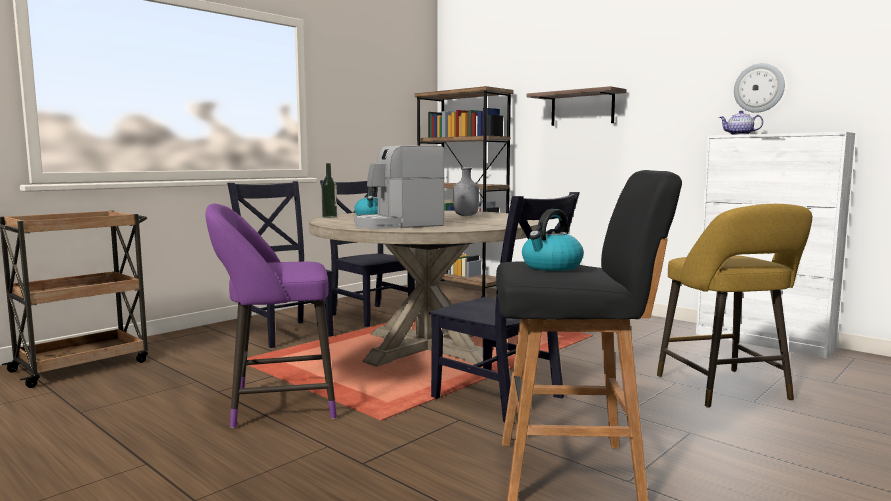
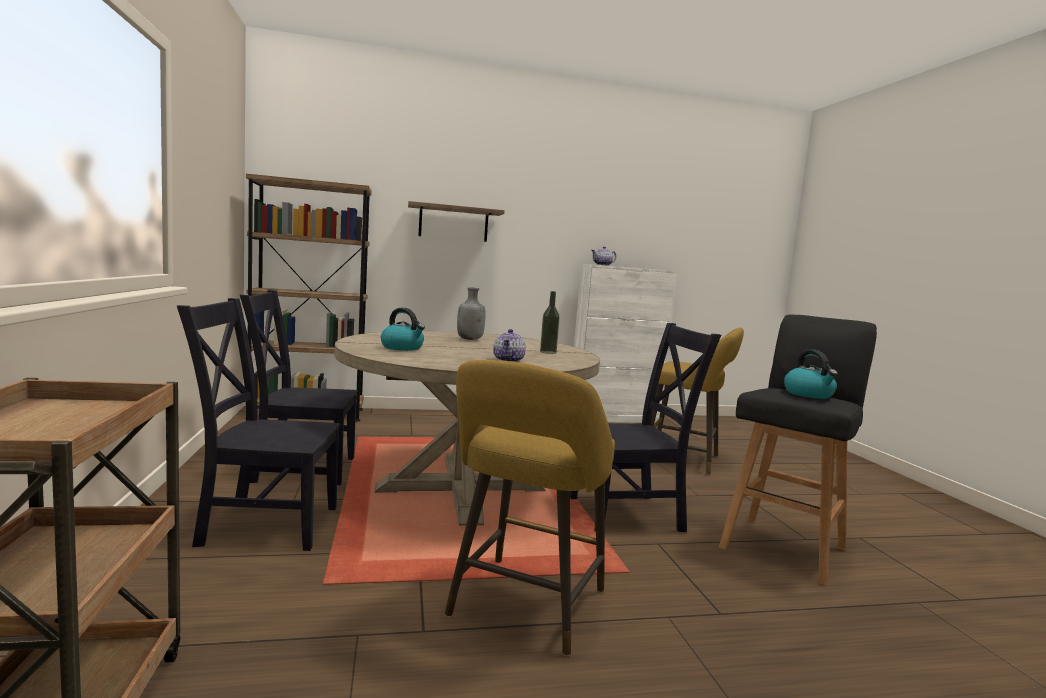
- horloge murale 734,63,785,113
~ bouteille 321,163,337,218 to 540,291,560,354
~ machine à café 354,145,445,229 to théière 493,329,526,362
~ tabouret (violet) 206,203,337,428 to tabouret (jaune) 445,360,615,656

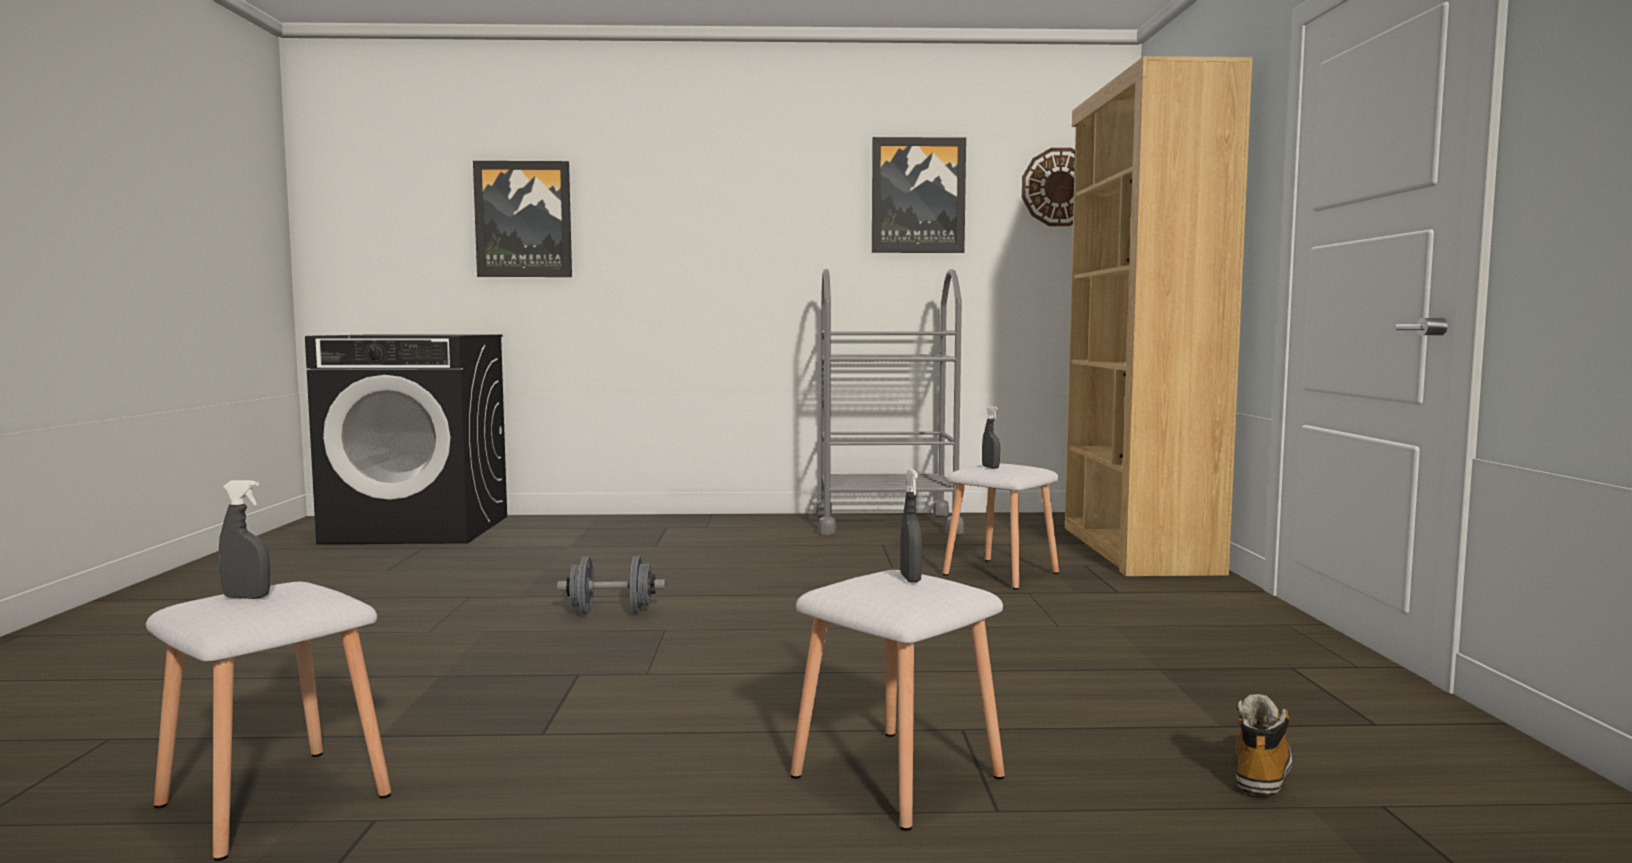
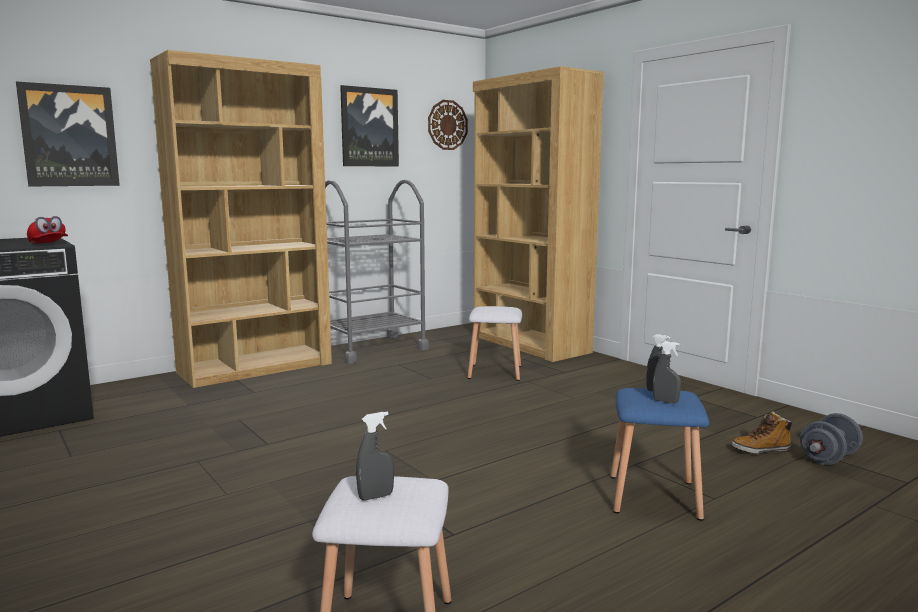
+ casquette (rouge) 27,216,68,243
+ bibliothèque (marron) 150,50,332,388
~ haltère (gris) 557,556,665,615 to 800,413,863,465
~ vaporisateur (gris) 982,406,1000,469 to 653,341,681,404
~ tabouret (blanc) 790,570,1005,831 to tabouret (bleu) 610,388,710,521
~ botte 1236,694,1292,796 = 731,411,792,454 90 degrees counterclockwise

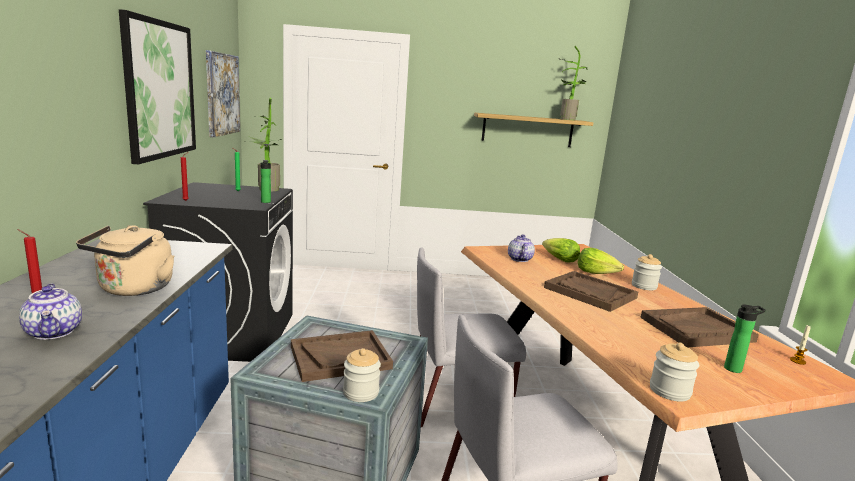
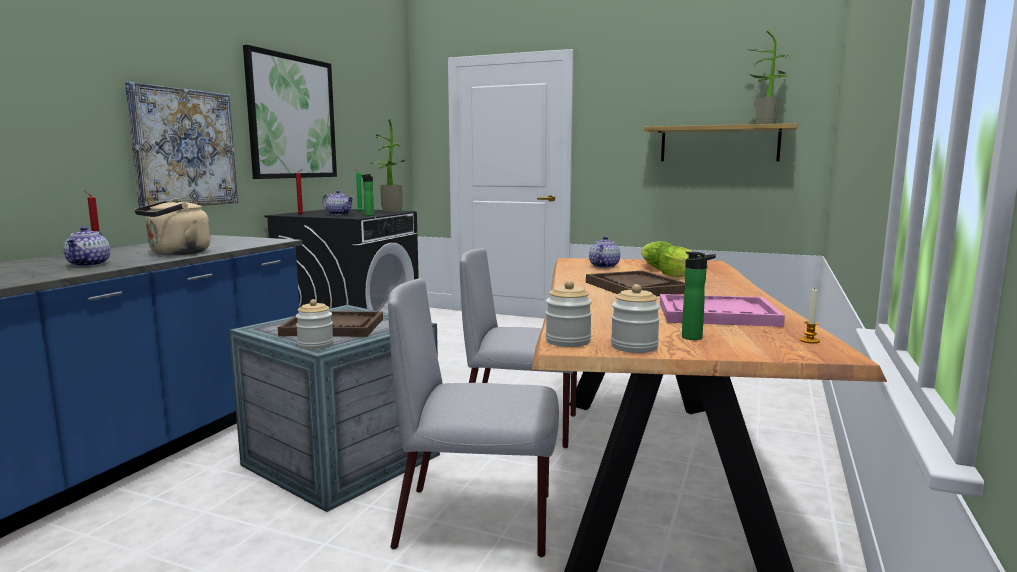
+ théière 322,190,354,215
~ tableau 206,50,240,137 to 125,82,238,208
~ bocal 632,254,662,290 to 611,284,660,353
~ plateau (marron) 640,307,759,347 to plateau (rose) 660,294,785,327

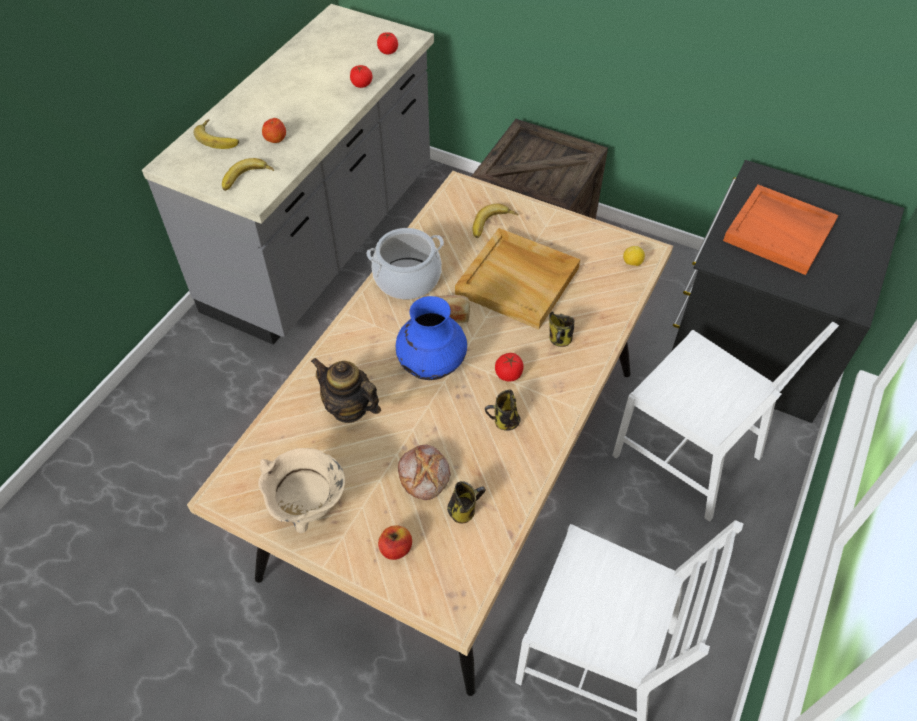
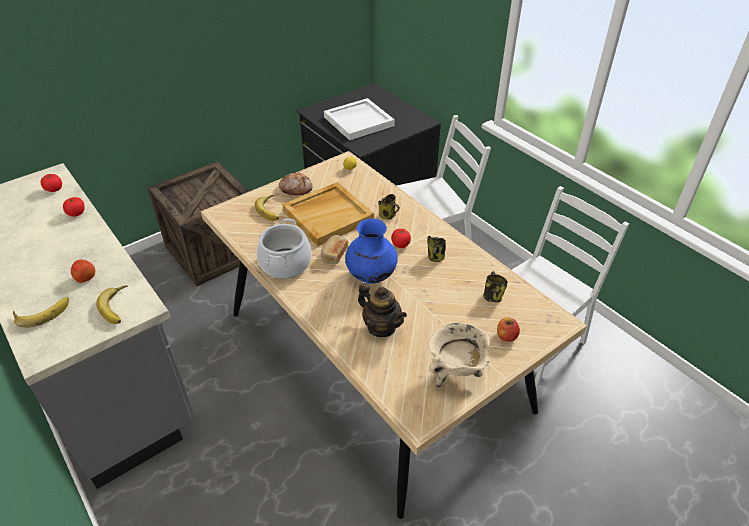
~ pain 398,445,450,500 to 279,172,312,196
~ plateau (orange) 723,185,838,275 to plateau (blanc) 324,98,395,140
~ théière 311,358,381,423 = 358,283,407,337 105 degrees counterclockwise

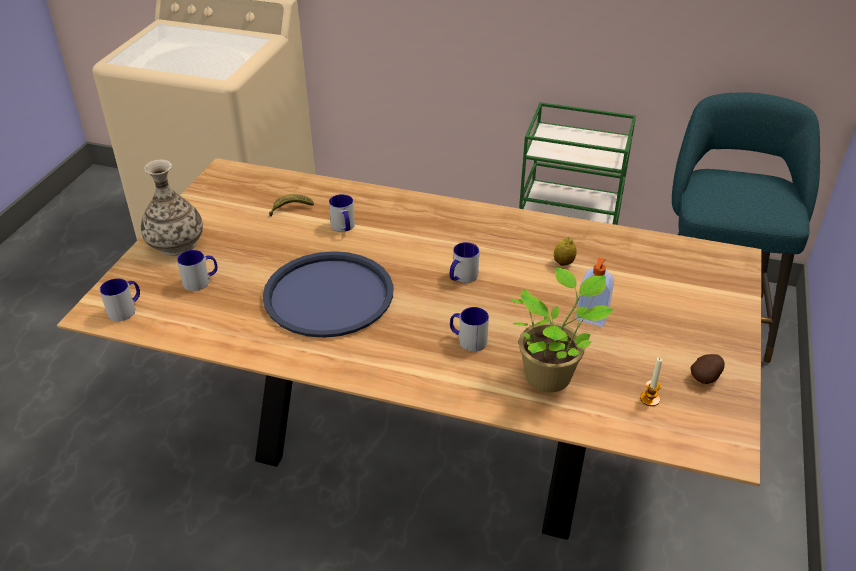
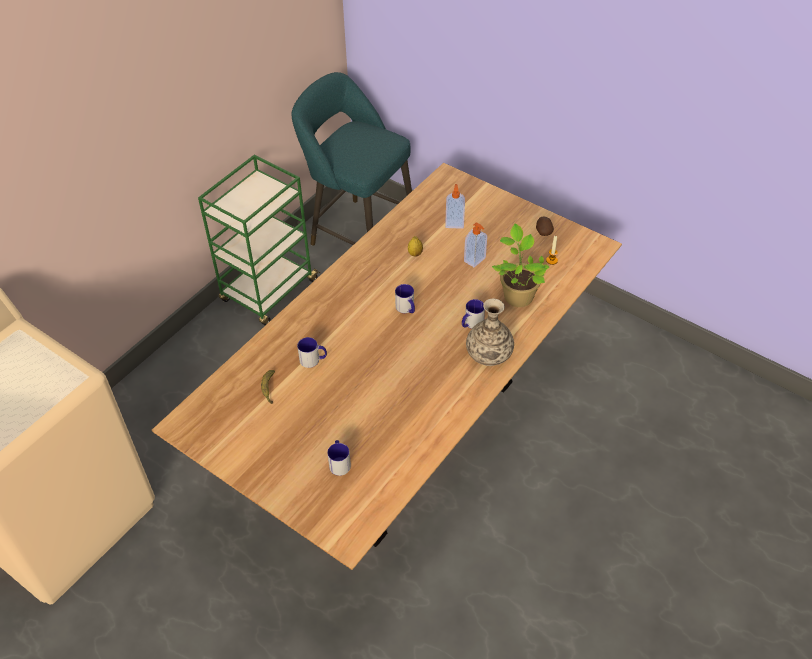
- mug 100,278,140,321
- plateau (bleu) 263,251,393,338
+ distributeur de savon 445,184,465,229
~ vase 141,160,203,256 to 466,299,514,366

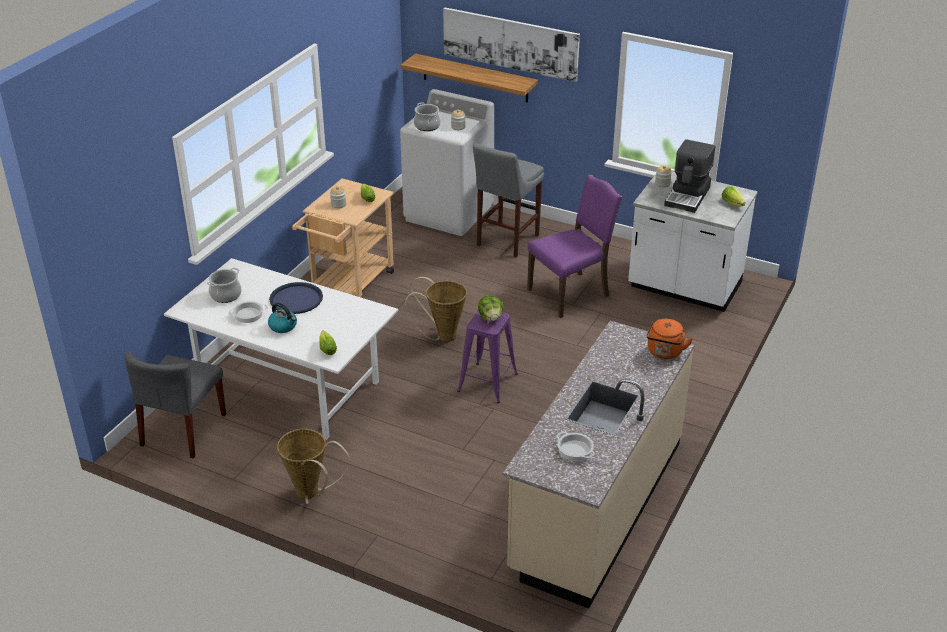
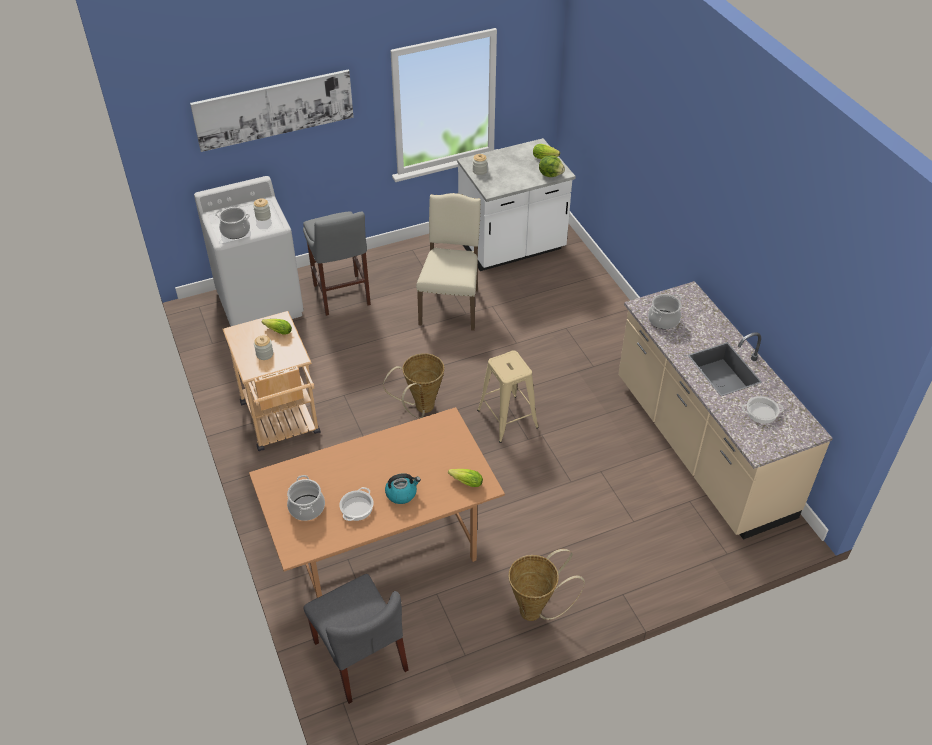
- plateau (bleu) 269,282,323,314
- étagère 401,53,538,103
- bouilloire (orange) 647,319,693,359
- machine à café 664,139,715,213
+ marmite 648,294,682,329
~ laitue 478,295,504,321 to 539,155,565,177
~ table à manger (blanc) 164,258,398,440 to table à manger (marron) 249,407,505,598
~ tabouret (violet) 457,311,518,403 to tabouret (beige) 477,350,539,443
~ chaise (violet) 527,175,623,318 to chaise (beige) 416,193,481,331

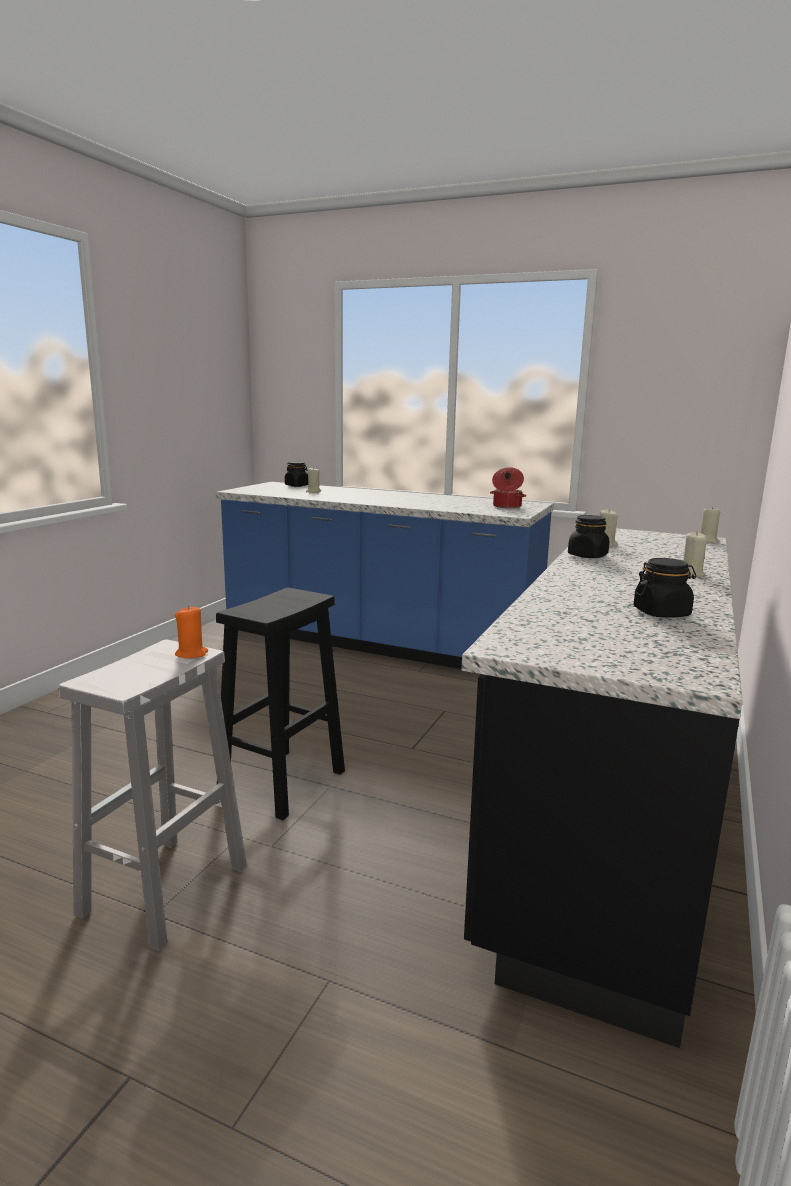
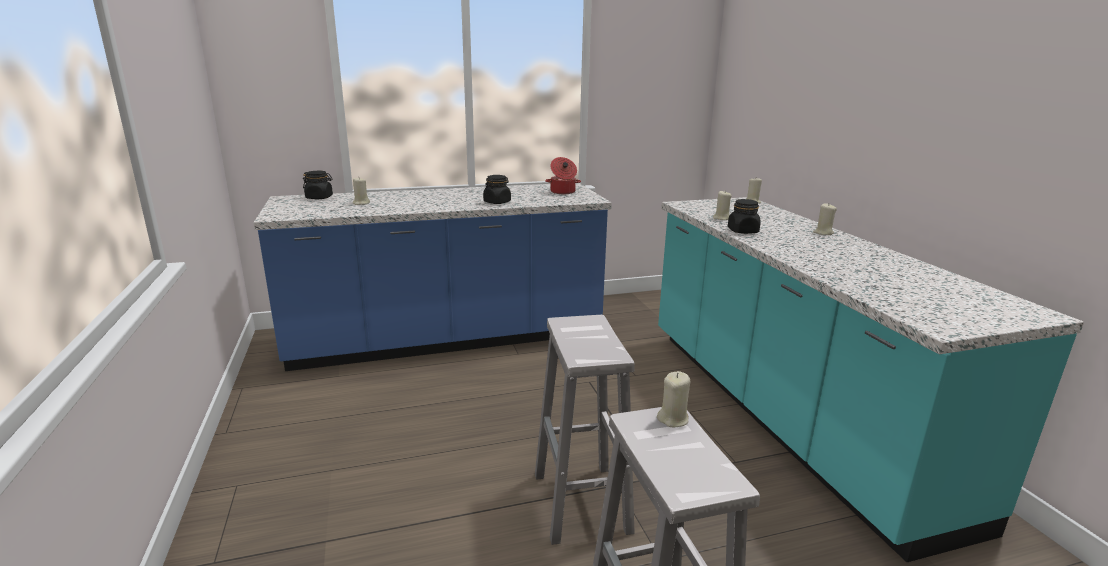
~ bocal (noir) 633,558,696,618 to 483,175,511,204
~ bougie (orange) 175,605,208,658 to bougie (beige) 657,371,690,427
~ tabouret (noir) 216,588,345,820 to tabouret (blanc) 535,315,635,545
~ comptoir de cuisine (noir) 461,528,743,1048 to comptoir de cuisine (turquoise) 658,197,1084,562

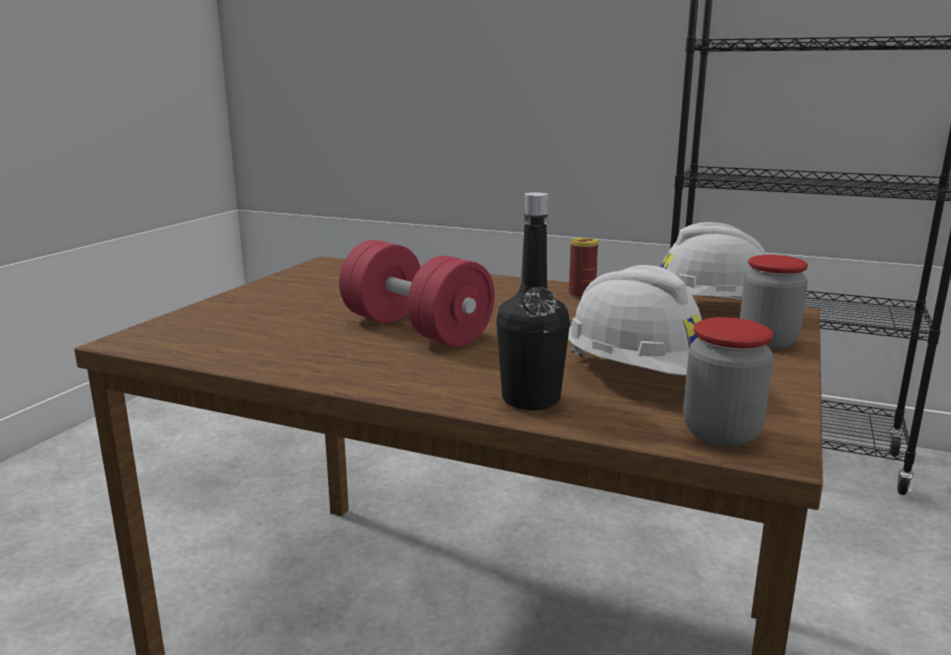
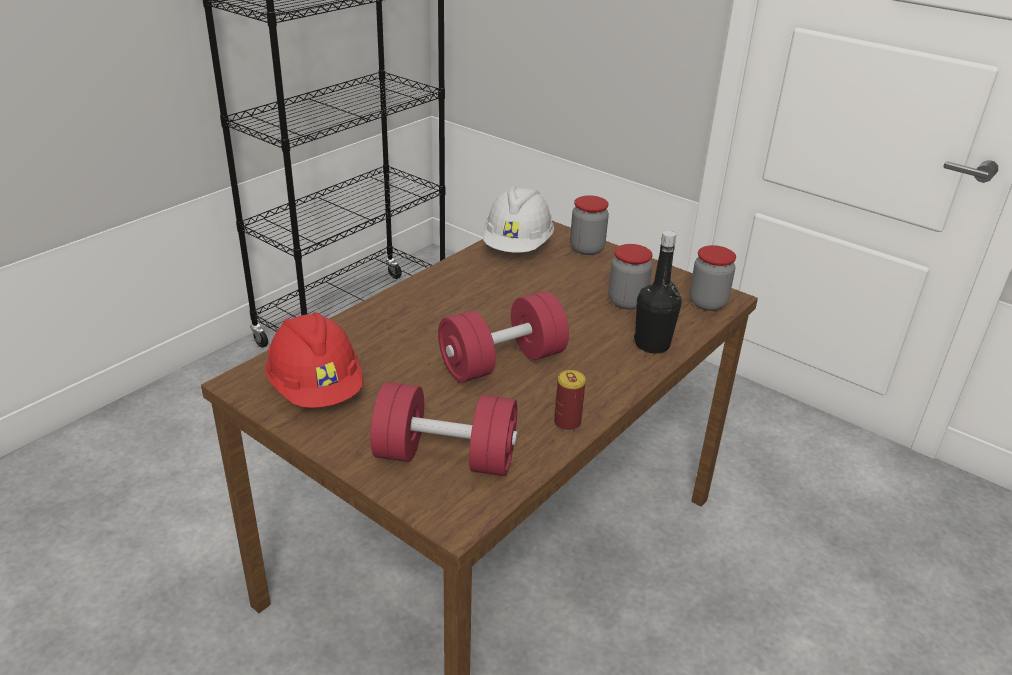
+ casque de chantier (rouge) 265,312,363,408
+ haltère (rouge) 370,382,518,476
~ boîte métallique 569,238,598,299 to 554,370,586,431
~ casque de chantier (blanc) 568,265,702,376 to bocal 609,244,653,310

